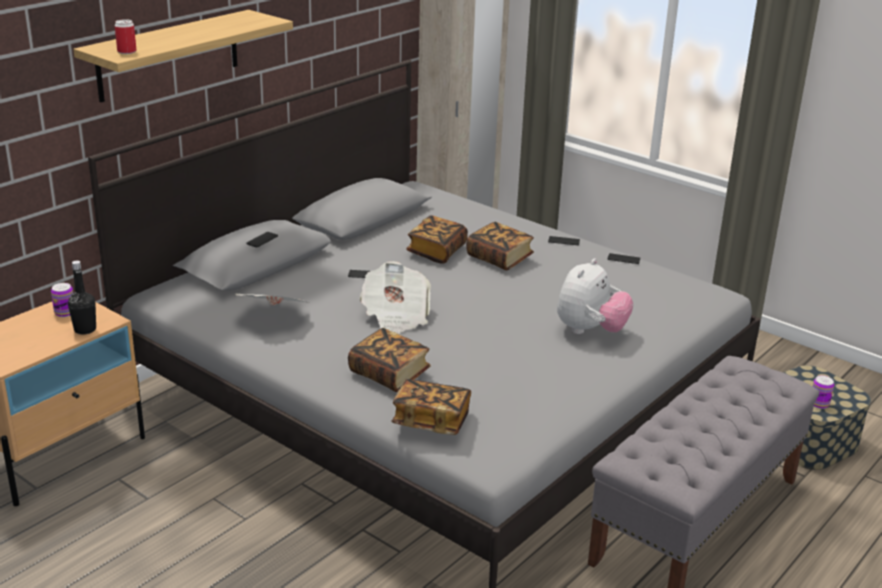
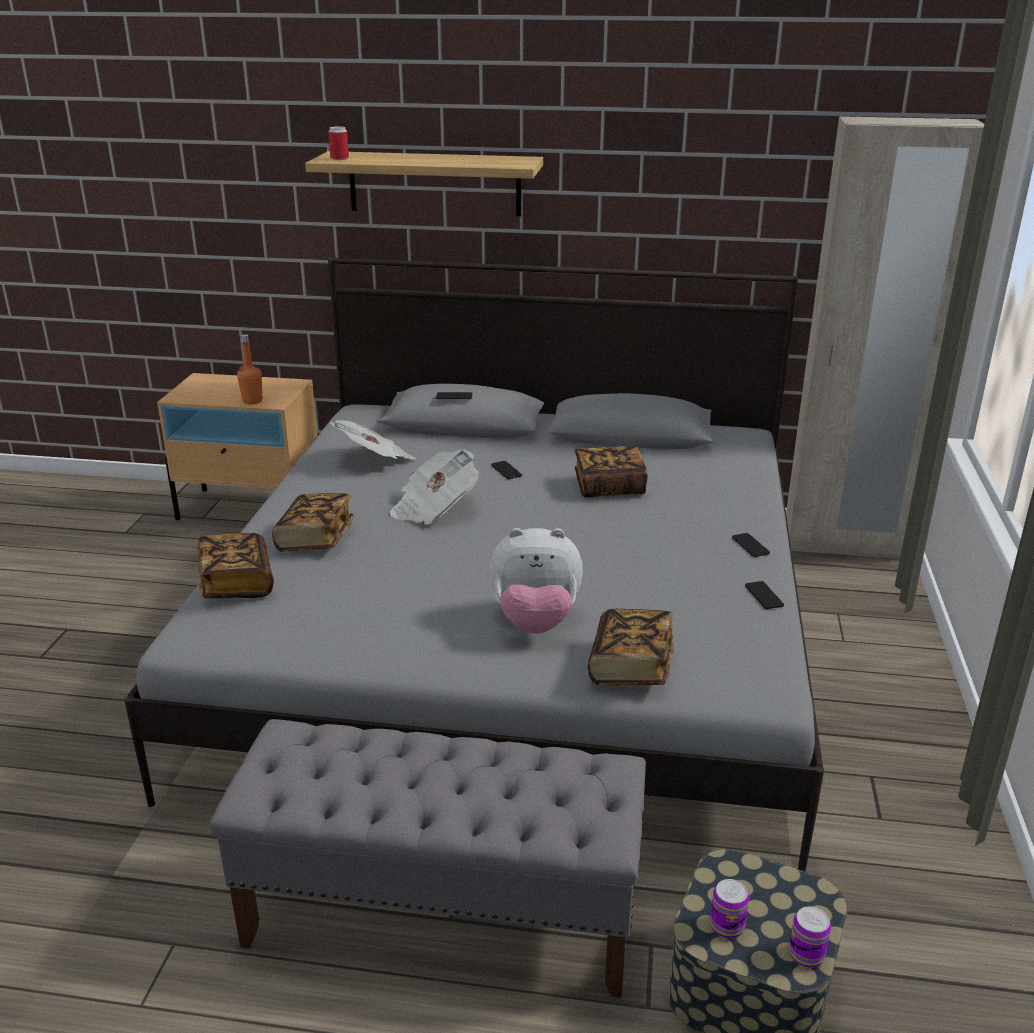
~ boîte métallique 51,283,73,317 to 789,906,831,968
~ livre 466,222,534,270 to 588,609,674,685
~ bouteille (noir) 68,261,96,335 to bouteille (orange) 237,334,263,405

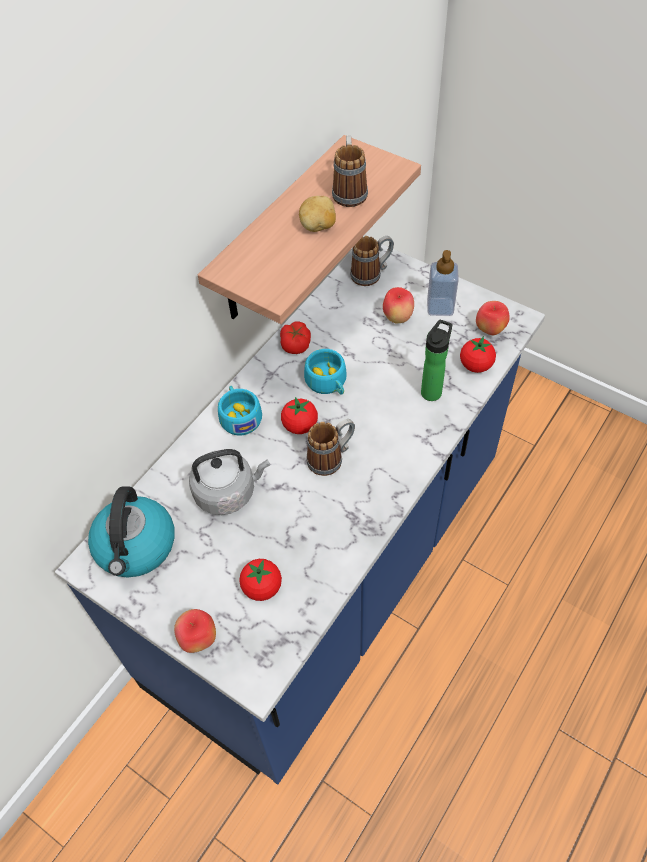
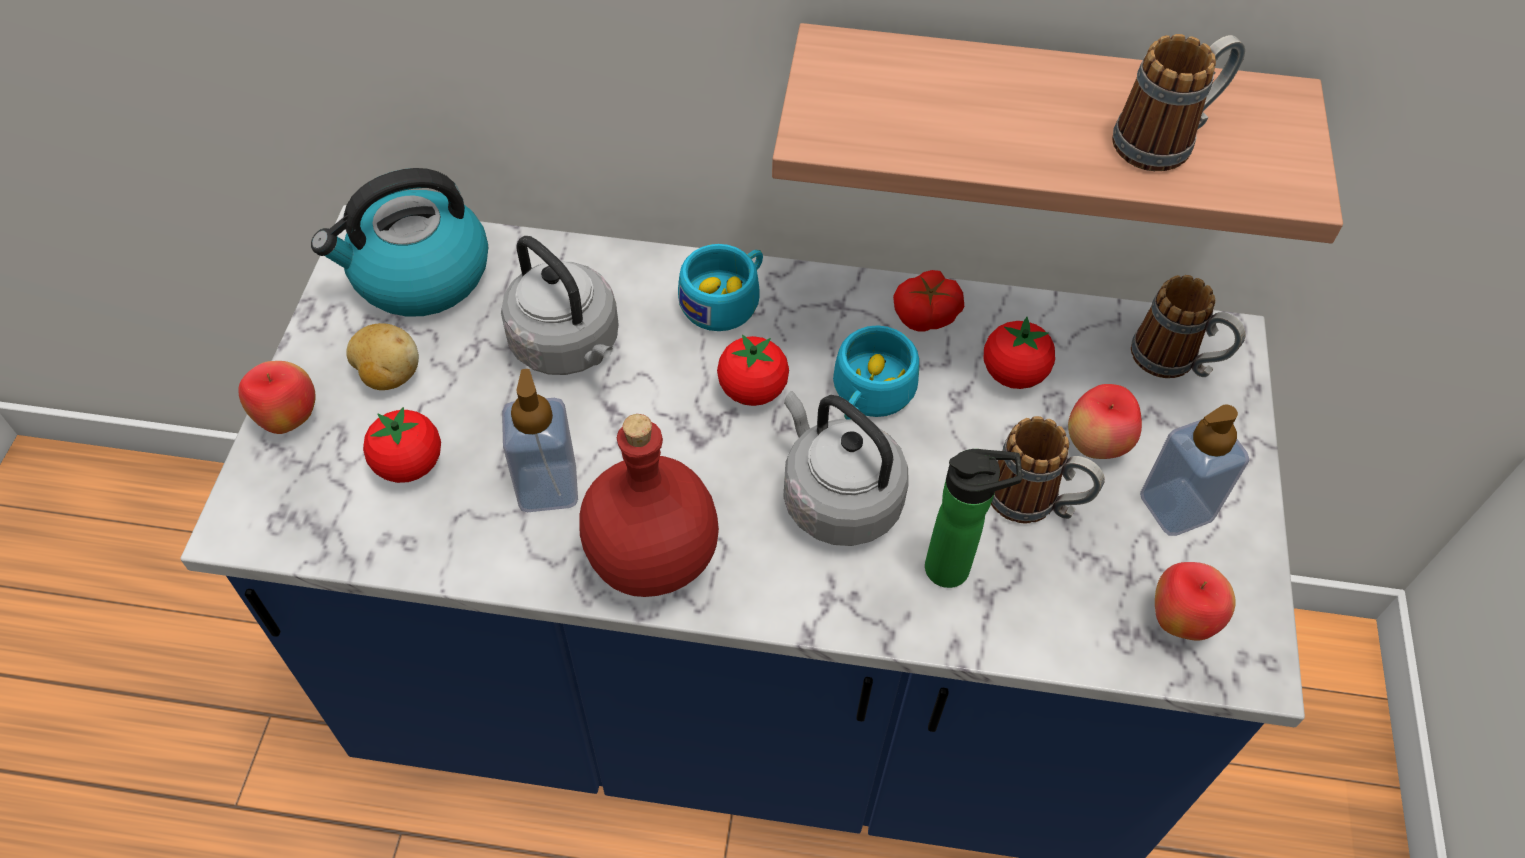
+ distributeur de savon 502,369,578,512
+ bouteille (rouge) 579,414,719,597
+ bouilloire (gris) 783,391,908,546
~ pomme de terre 299,196,336,232 to 346,323,419,390
~ mug 306,419,355,476 to 991,416,1105,523
~ tomate 460,336,496,373 to 984,317,1055,389

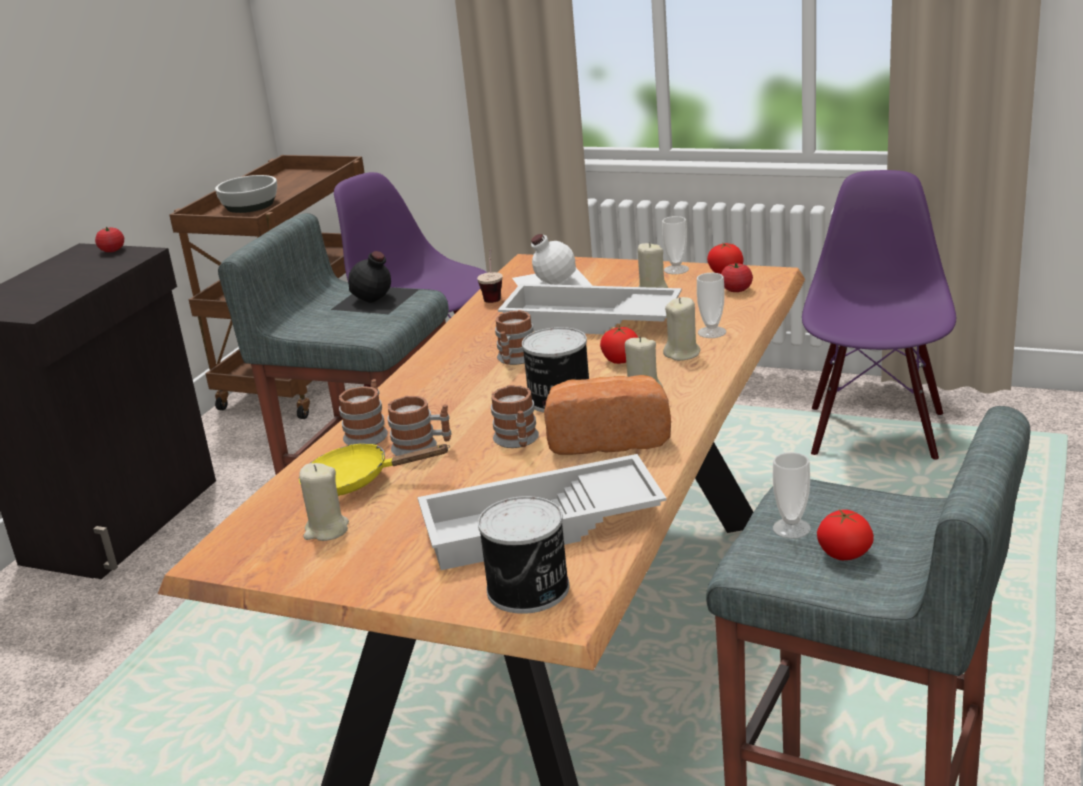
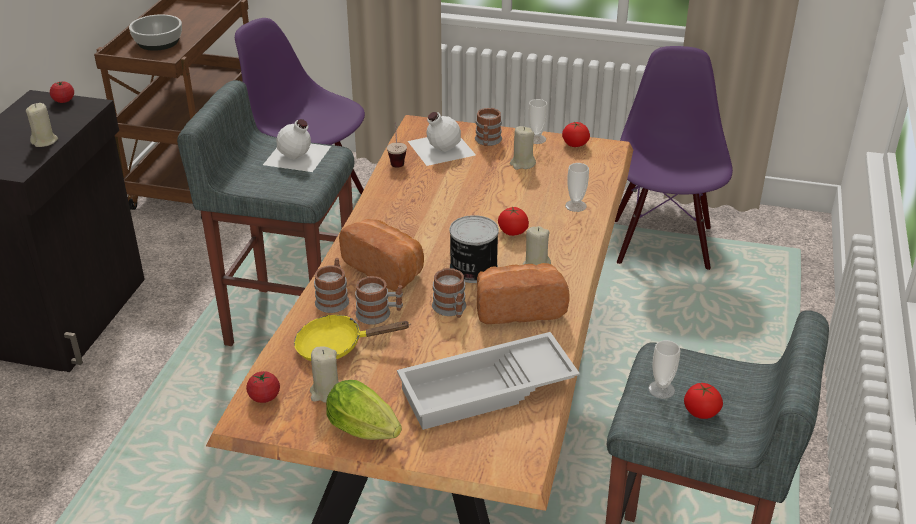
- boîte métallique 478,496,569,614
- plateau (blanc) 498,284,682,334
+ laitue 326,380,402,440
+ pain 339,219,424,291
~ mug 495,310,533,365 to 475,108,502,146
~ bougie (beige) 663,297,700,361 to 26,103,58,147
~ tomate 721,263,753,292 to 246,371,280,403
~ bouteille (noir) 331,251,419,314 to bouteille (blanc) 263,119,331,172

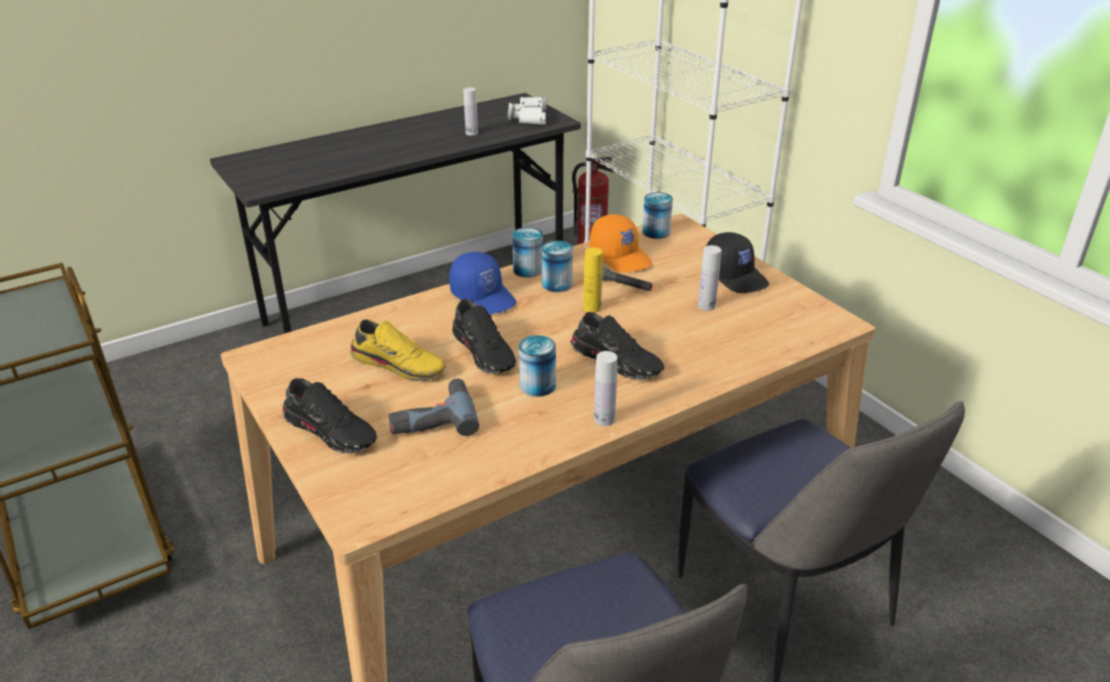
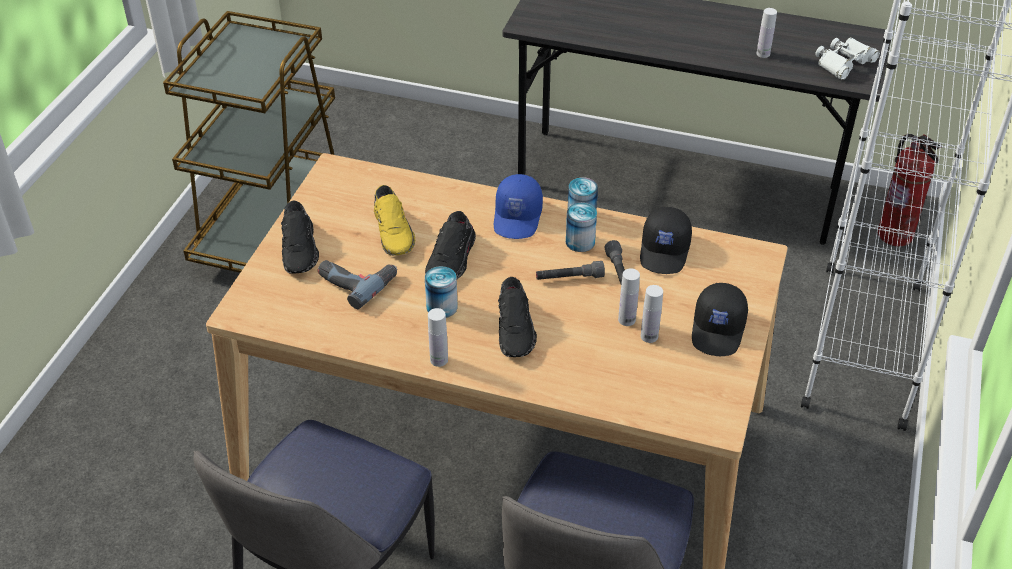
- boîte métallique 642,192,673,239
+ bouteille (blanc) 618,269,640,326
~ bouteille (jaune) 583,247,603,313 to lampe de poche (gris) 536,261,605,280
~ casquette (orange) 590,214,652,272 to casquette (noir) 640,207,692,274

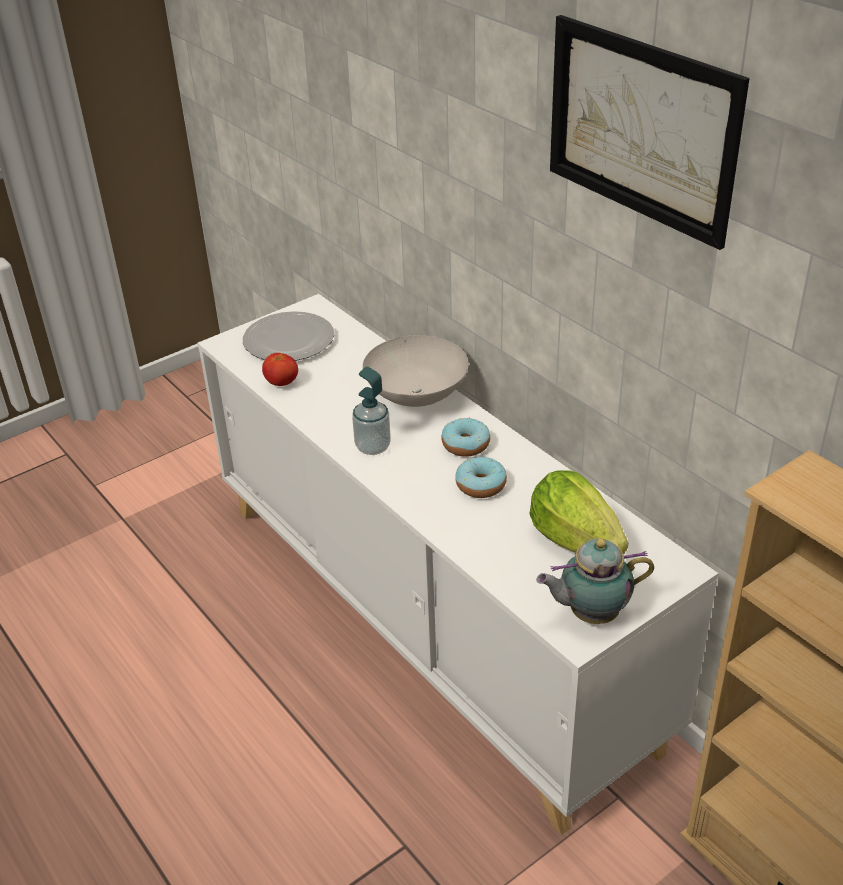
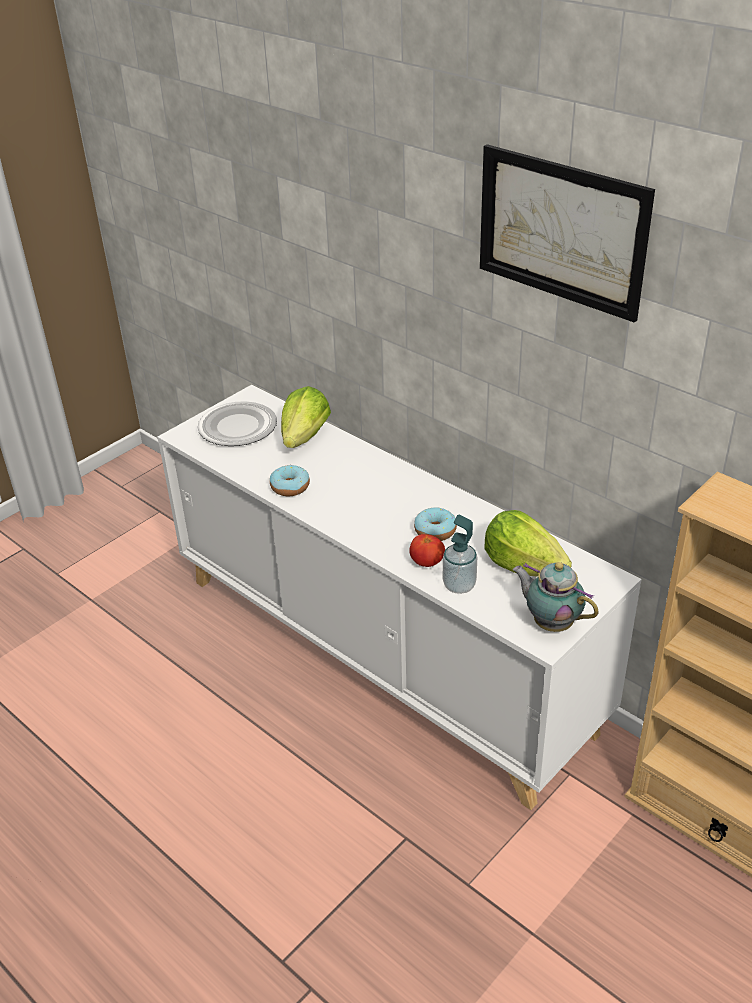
- bol (blanc) 362,335,469,407
+ laitue 281,386,331,448
~ tomate 262,353,298,386 to 409,534,445,567
~ distributeur de savon 352,367,391,455 to 443,515,477,594
~ beignet 441,417,490,457 to 270,464,310,496
~ théière 536,539,654,624 = 513,562,598,632 60 degrees clockwise

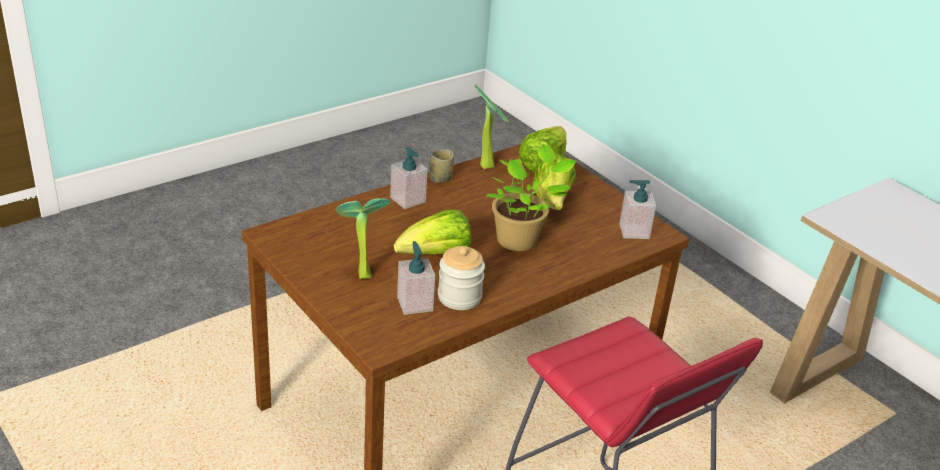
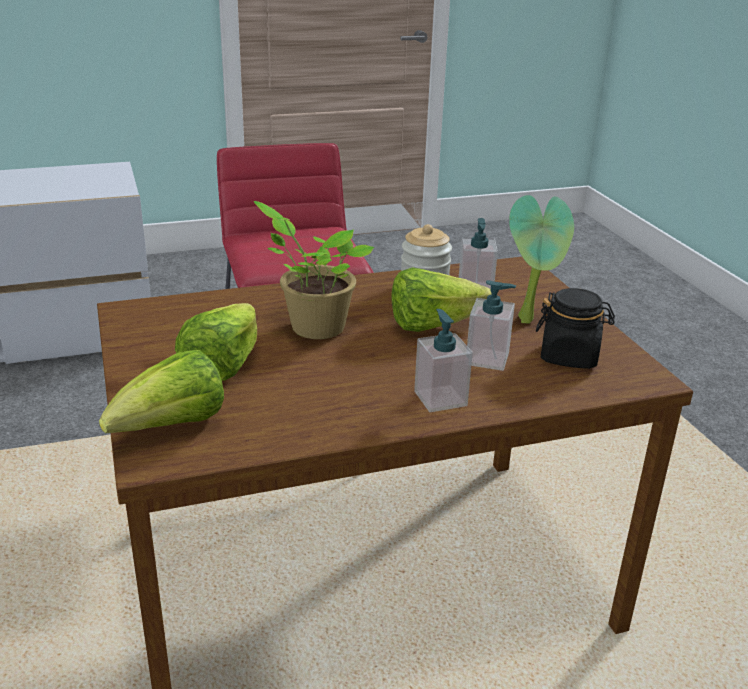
- tasse 429,149,454,183
- plante en pot 474,85,511,169
+ bocal (noir) 536,288,615,369
~ distributeur de savon 619,180,656,239 to 467,280,516,371

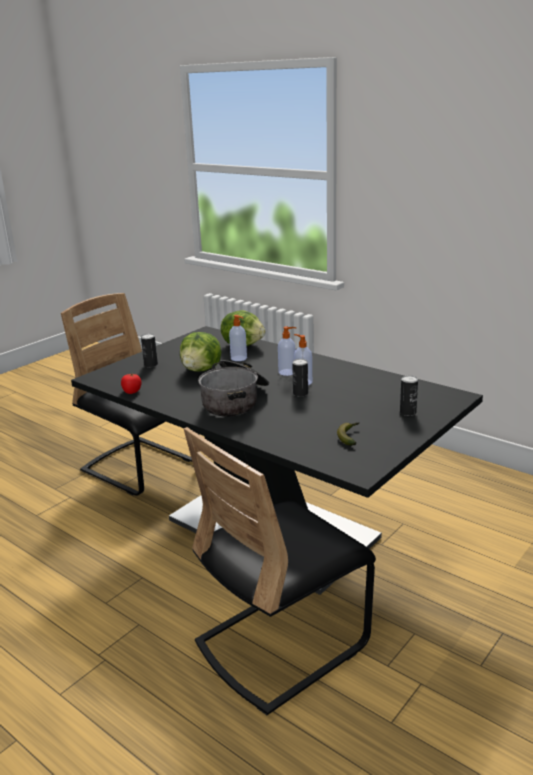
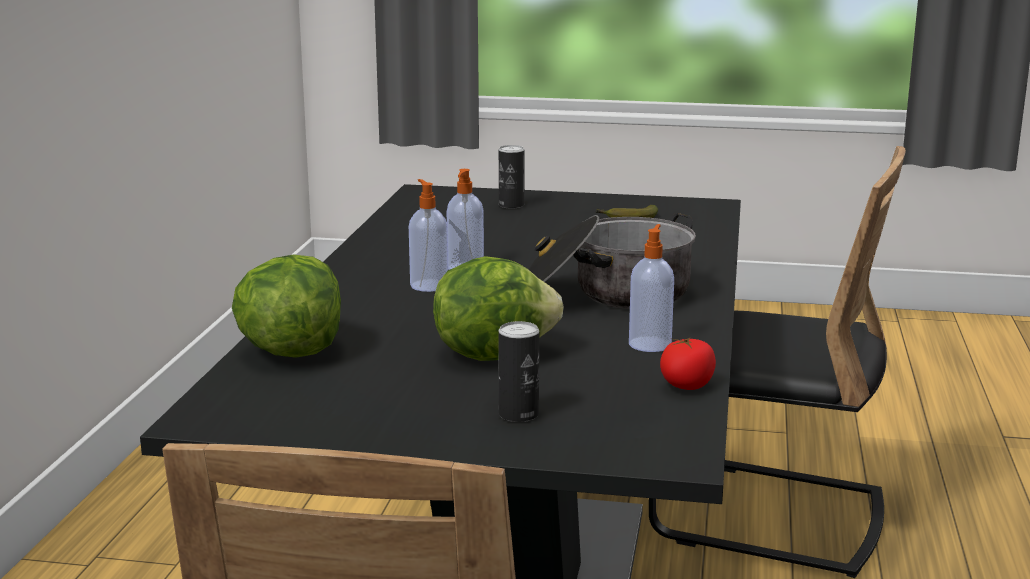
- boîte métallique 292,359,308,397
~ distributeur de savon 229,315,247,361 to 629,224,674,352

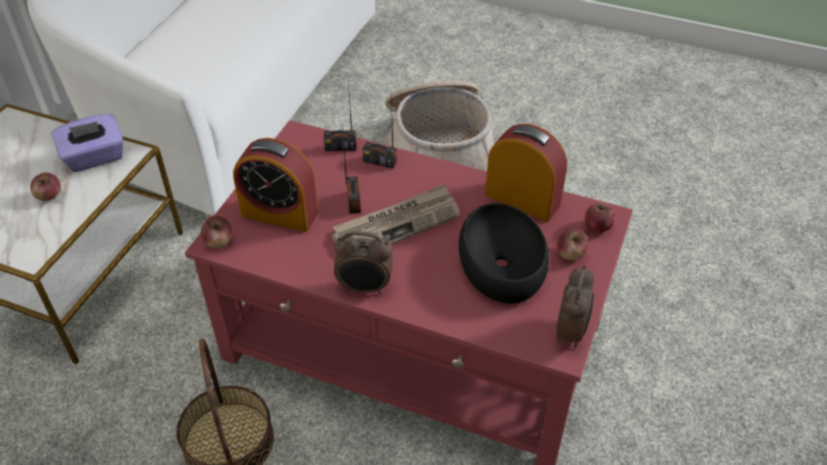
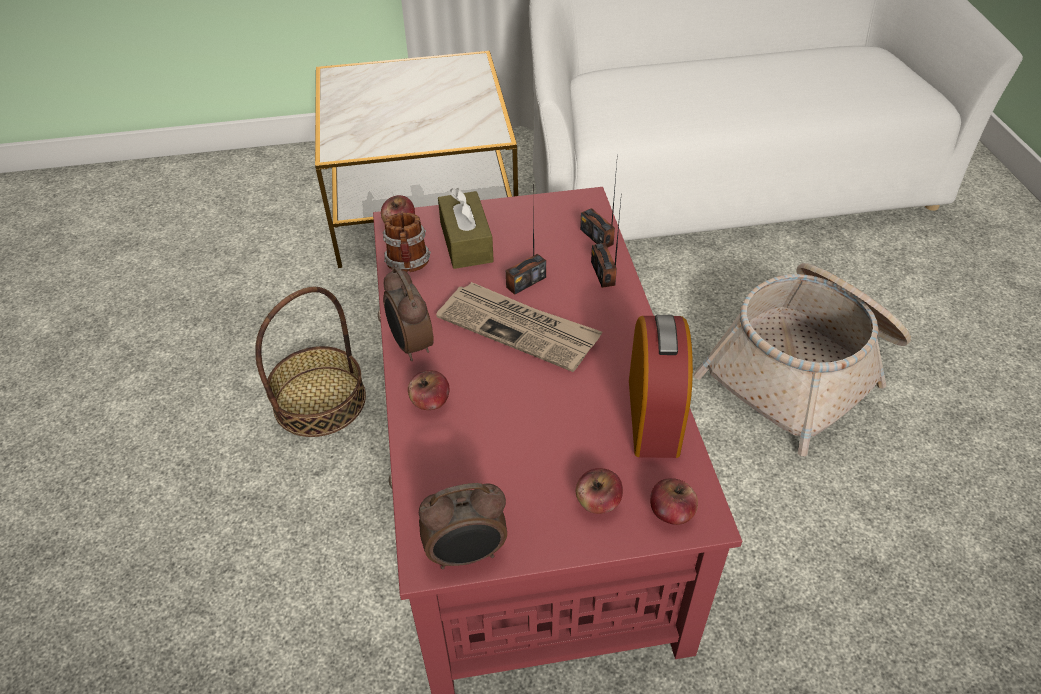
- boîte à mouchoirs (violet) 51,114,124,172
- bol (noir) 459,203,549,304
+ mug 383,213,431,272
~ pomme 30,172,61,201 to 408,370,450,410
~ réveil 233,138,318,232 to boîte à mouchoirs (marron) 438,188,494,269

